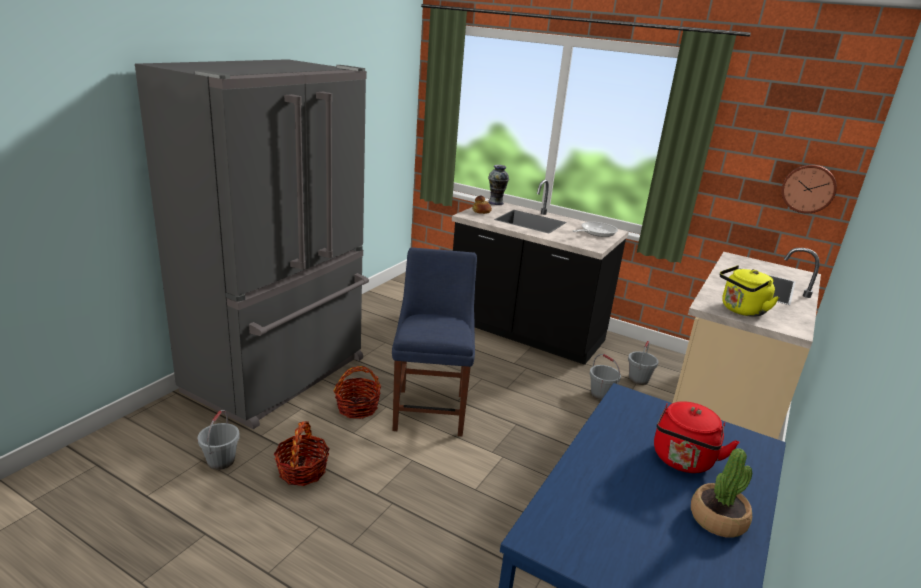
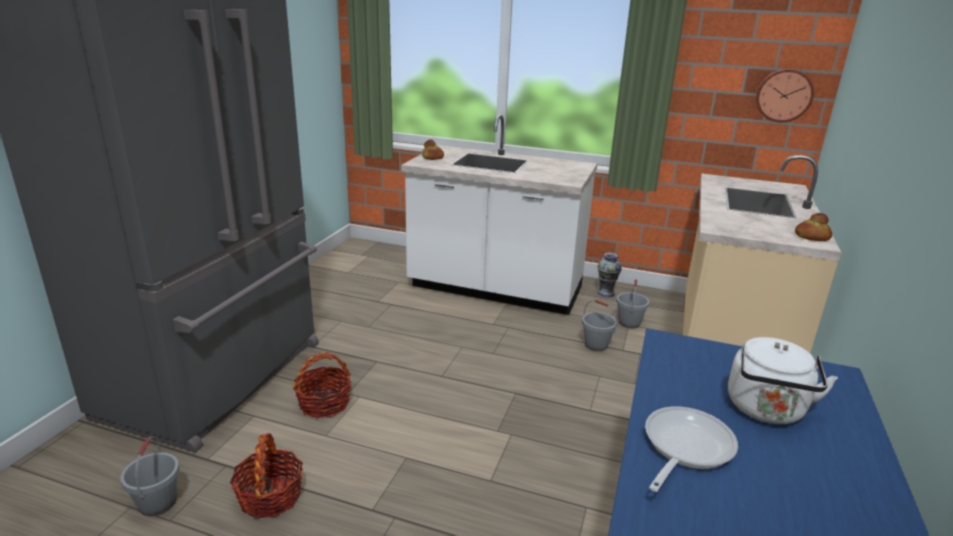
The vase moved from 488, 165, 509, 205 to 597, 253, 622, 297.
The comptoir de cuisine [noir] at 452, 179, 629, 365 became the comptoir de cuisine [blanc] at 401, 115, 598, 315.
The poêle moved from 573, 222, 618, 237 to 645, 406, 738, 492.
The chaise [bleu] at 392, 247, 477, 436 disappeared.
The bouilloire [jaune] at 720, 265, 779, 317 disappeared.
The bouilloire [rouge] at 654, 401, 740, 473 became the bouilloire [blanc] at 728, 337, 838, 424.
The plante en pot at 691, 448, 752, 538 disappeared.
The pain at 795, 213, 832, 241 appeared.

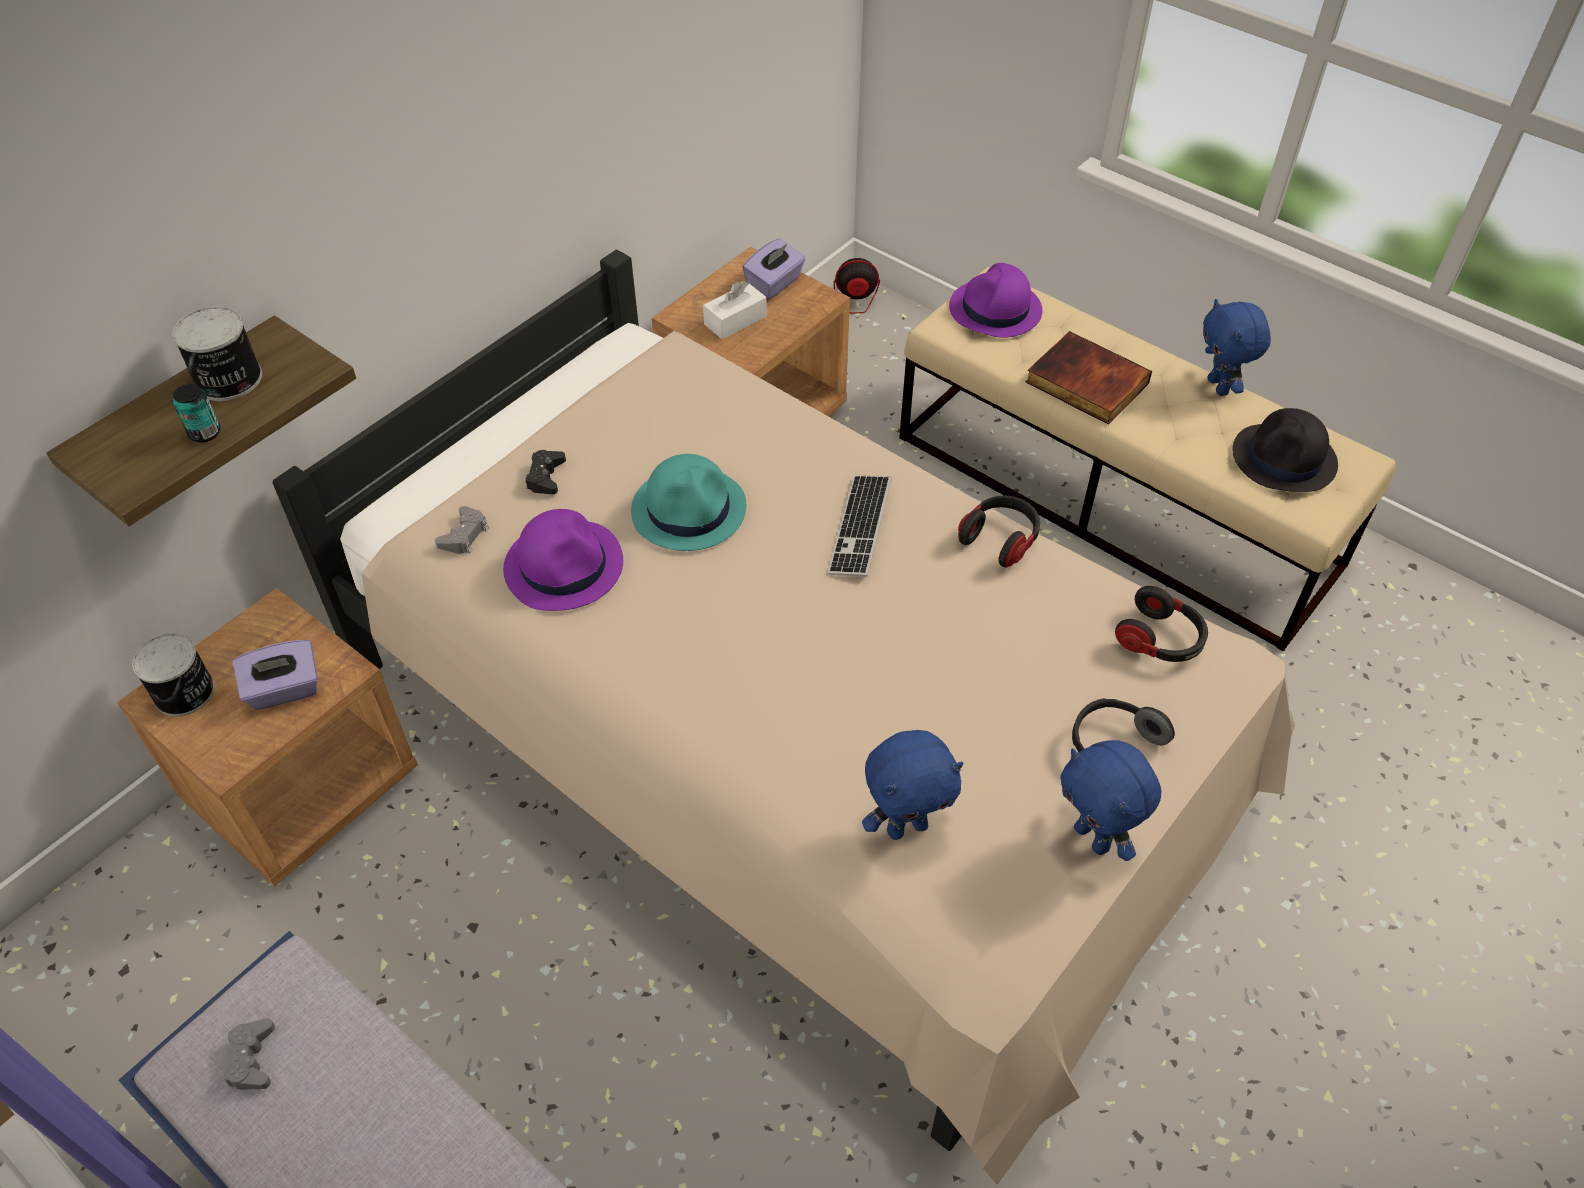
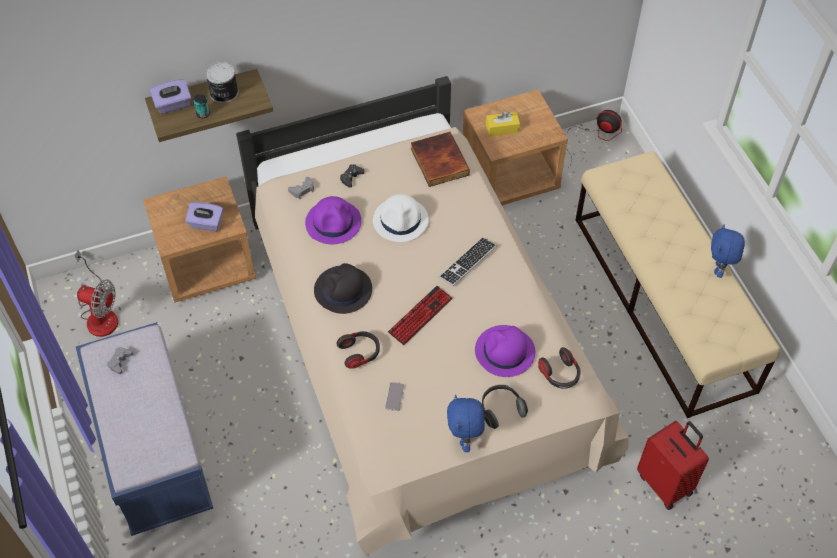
The boîte à mouchoirs [violet] moved from 742, 238, 806, 299 to 149, 79, 191, 114.
The chapeau [violet] moved from 949, 263, 1042, 338 to 475, 325, 535, 377.
The boîte à mouchoirs [blanc] at 703, 281, 767, 340 became the boîte à mouchoirs [jaune] at 486, 111, 520, 136.
The livre moved from 1026, 331, 1152, 425 to 411, 132, 470, 187.
The chapeau [noir] moved from 1232, 408, 1338, 492 to 314, 263, 372, 314.
The chapeau [turquoise] at 631, 454, 746, 551 became the chapeau [blanc] at 373, 194, 429, 242.
The casque audio moved from 958, 496, 1040, 568 to 336, 331, 380, 369.
The boîte métallique at 132, 633, 215, 717 disappeared.
The peluche [bleu] at 862, 730, 963, 840 was replaced by the téléphone at 385, 382, 405, 411.
The ventilateur at 75, 250, 118, 337 appeared.
The clavier at 388, 286, 453, 345 appeared.
The valise [rouge] at 637, 421, 709, 510 appeared.

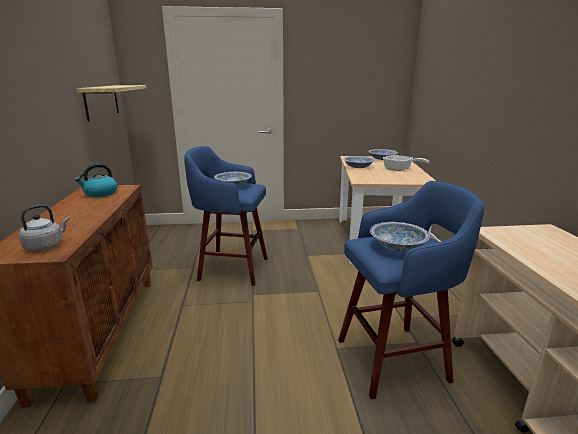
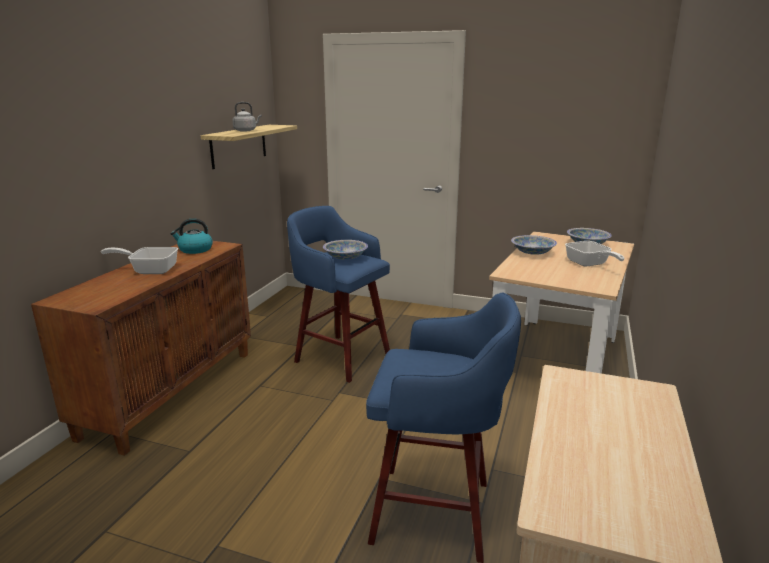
The bouilloire [gris] moved from 19, 204, 70, 251 to 232, 102, 262, 132.
The bol at 370, 222, 430, 251 disappeared.
The poêle at 101, 247, 178, 274 appeared.

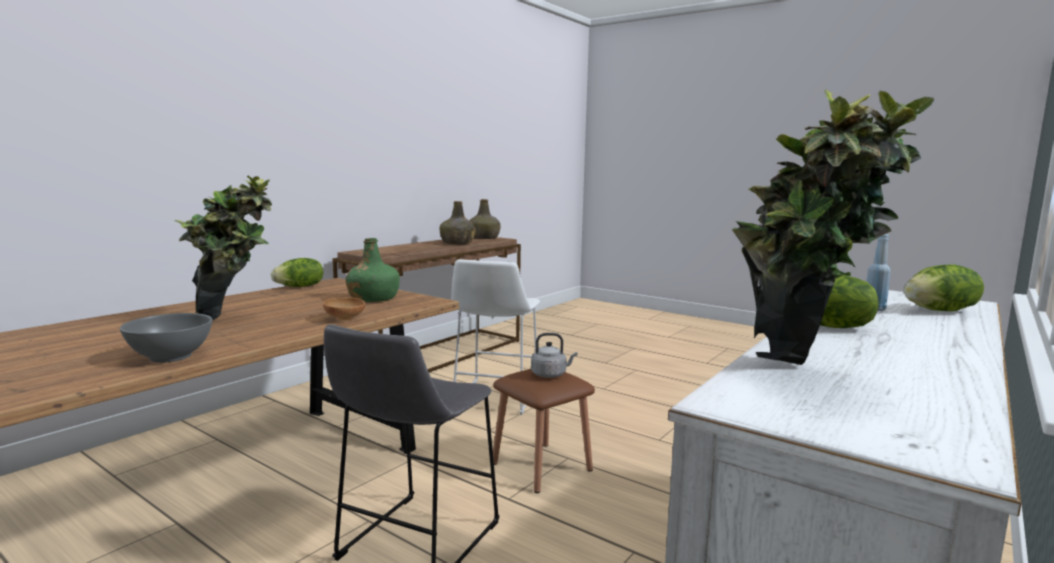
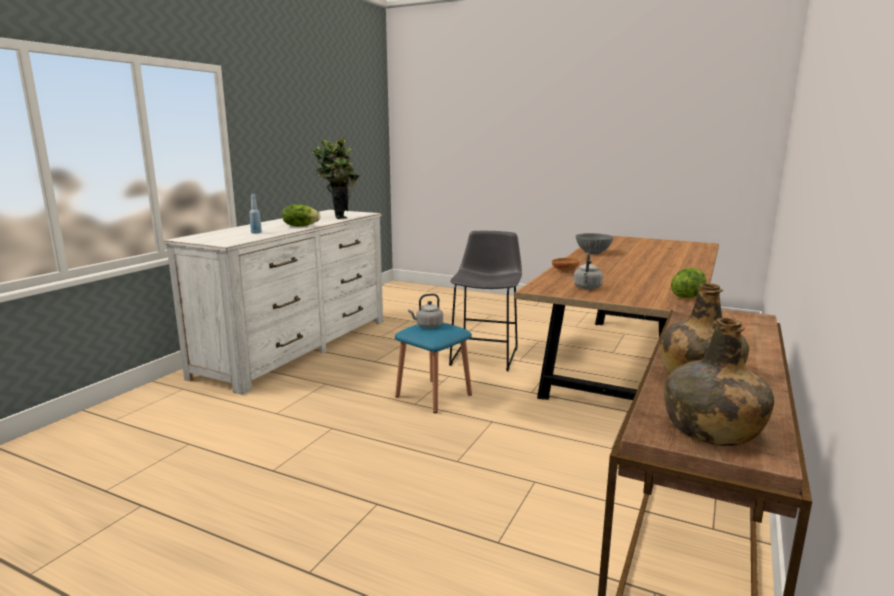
The plante en pot at 174, 176, 272, 320 disappeared.
The bouteille [vert] at 346, 238, 400, 302 was replaced by the bouilloire [gris] at 573, 252, 603, 289.
The tabouret [blanc] at 451, 259, 540, 415 disappeared.
The laitue at 904, 265, 984, 311 disappeared.
The tabouret [marron] at 493, 369, 595, 493 became the tabouret [bleu] at 395, 322, 472, 413.

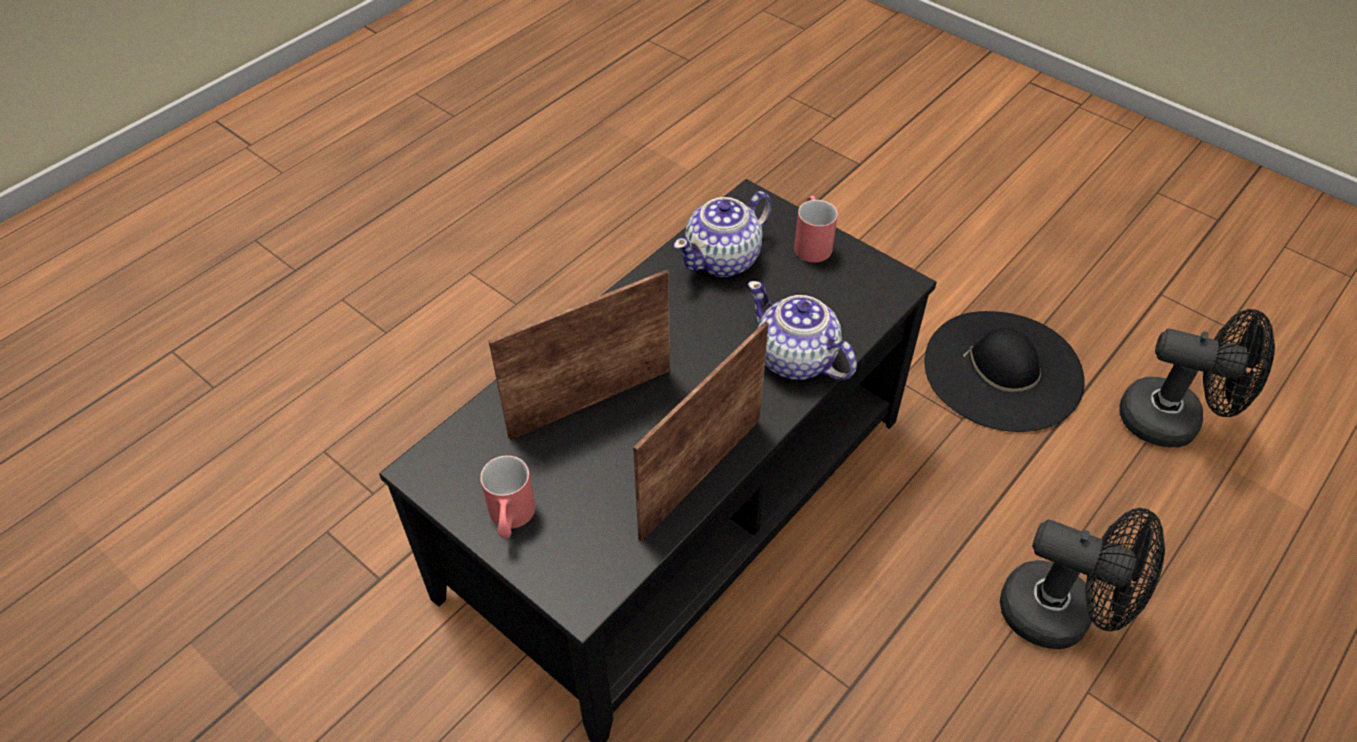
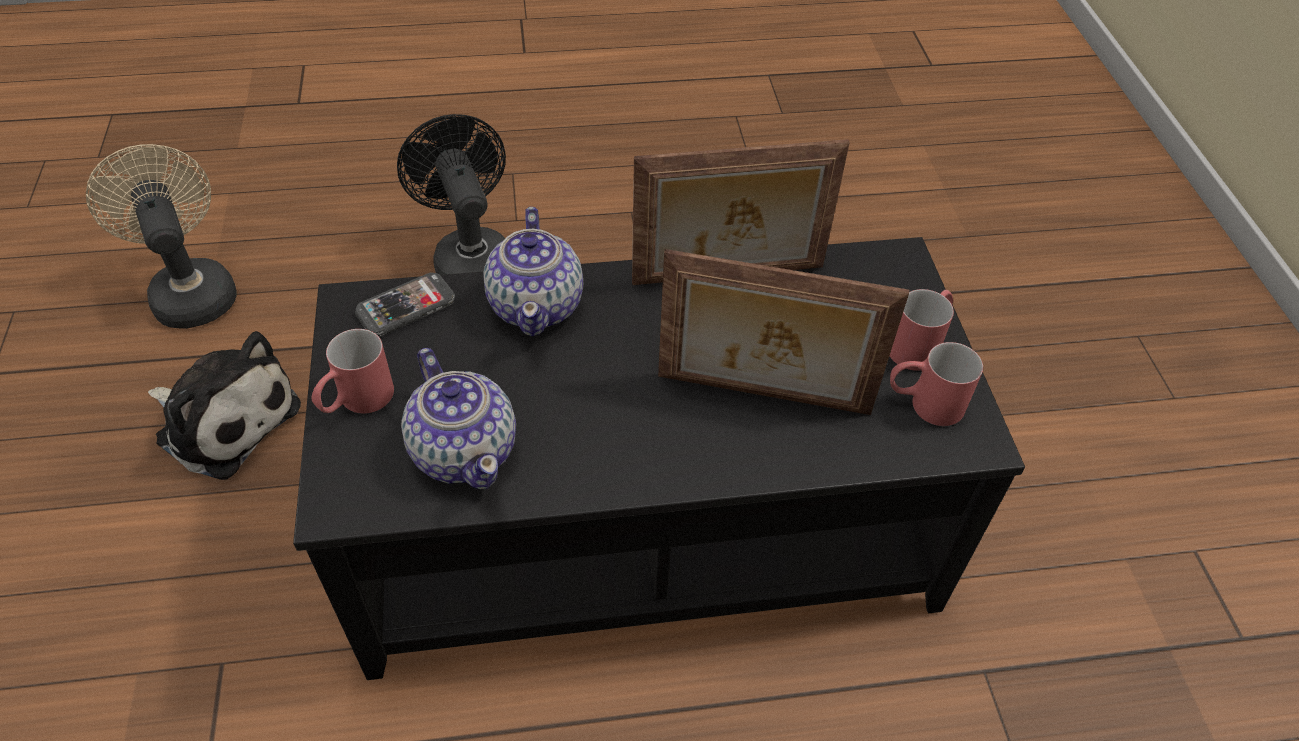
The théière at 674, 191, 772, 277 turned 60 degrees clockwise.
The ventilateur [noir] at 1119, 309, 1275, 447 became the ventilateur [beige] at 86, 144, 236, 329.
The chapeau [noir] at 924, 311, 1085, 432 was replaced by the peluche at 148, 331, 301, 480.
The téléphone at 355, 272, 455, 337 appeared.
The mug [rouge] at 890, 342, 983, 426 appeared.

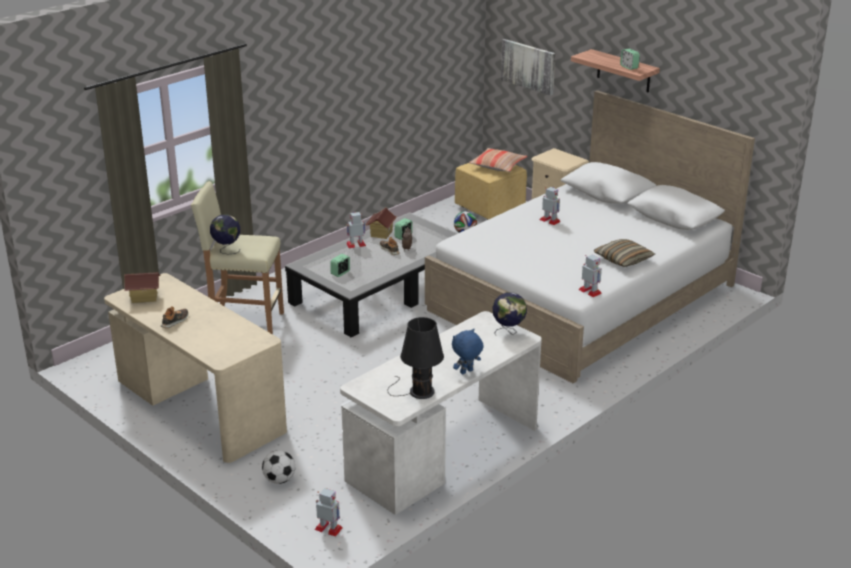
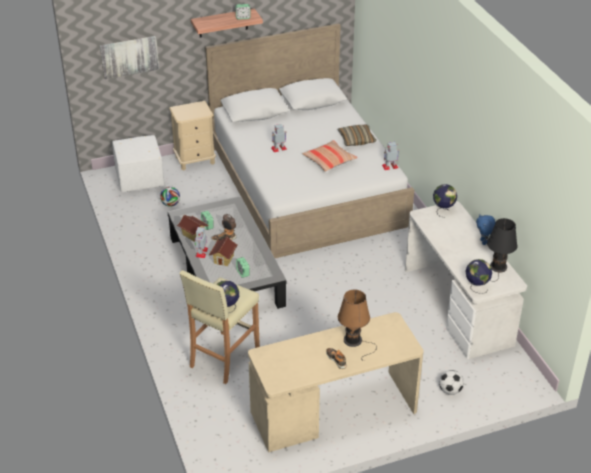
The coussin moved from 469, 148, 527, 172 to 302, 140, 357, 172.
The pouf [jaune] at 455, 163, 527, 220 became the pouf [blanc] at 112, 135, 165, 193.
The maison miniature moved from 124, 272, 160, 303 to 209, 237, 238, 266.
The robot jouet at 315, 488, 343, 536 disappeared.
The globe at 465, 259, 492, 294 appeared.
The lampe de table [marron] at 338, 290, 377, 361 appeared.

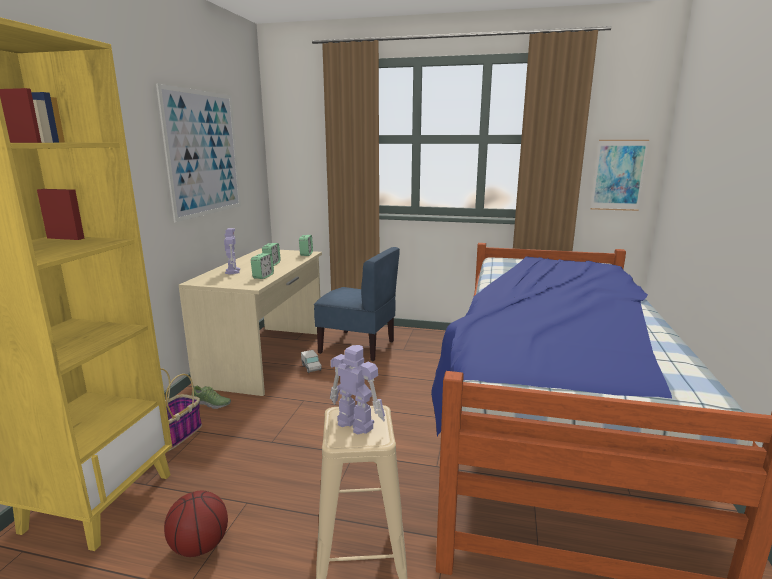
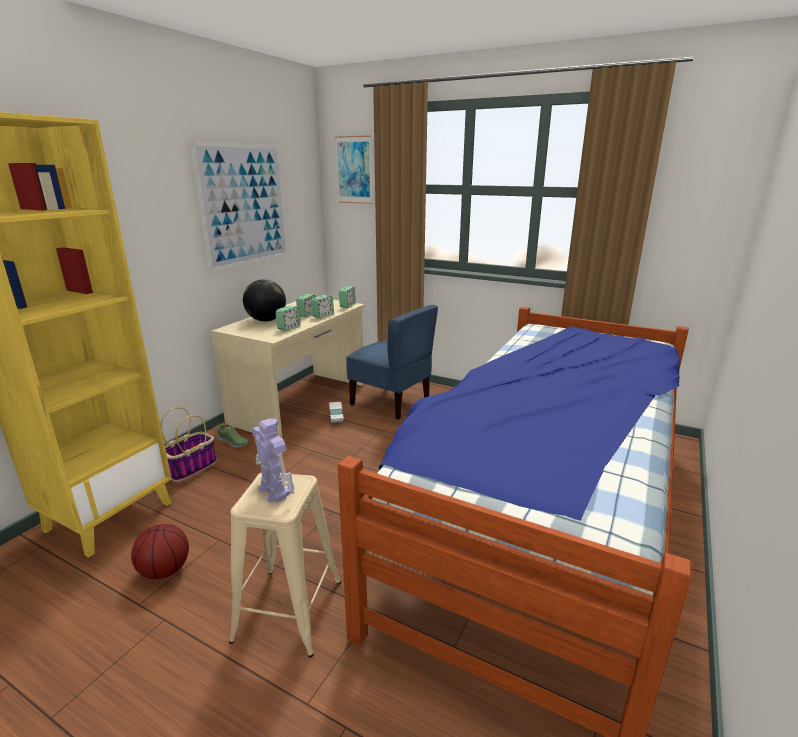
The tableau moved from 591, 140, 649, 211 to 335, 135, 372, 204.
The robot jouet at 224, 228, 240, 275 was replaced by the globe at 243, 279, 286, 321.
The réveil at 311, 295, 334, 318 appeared.

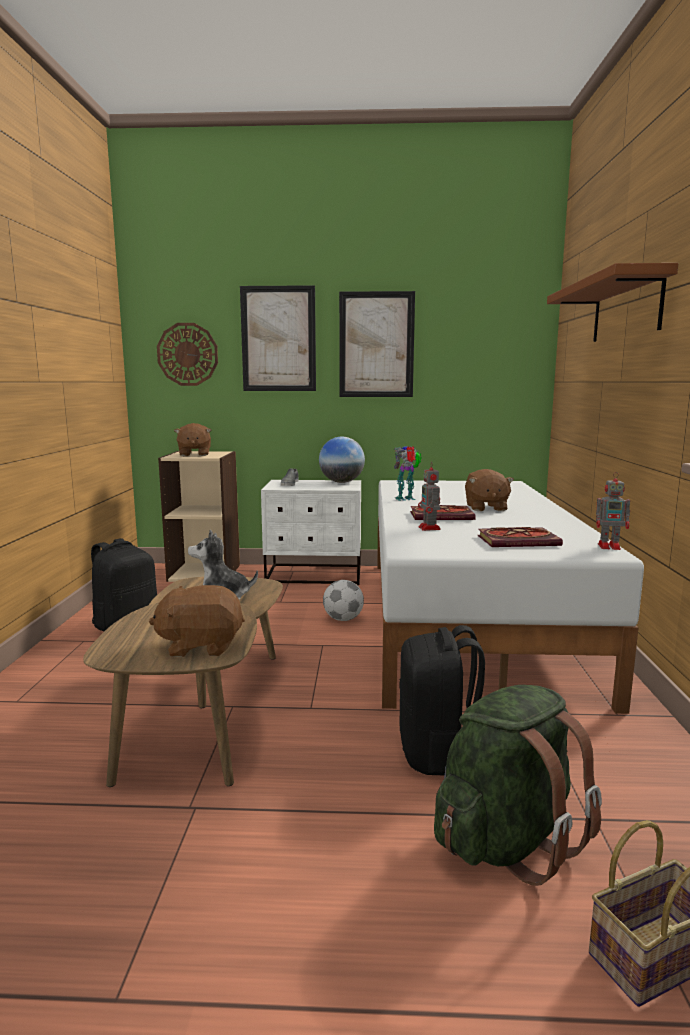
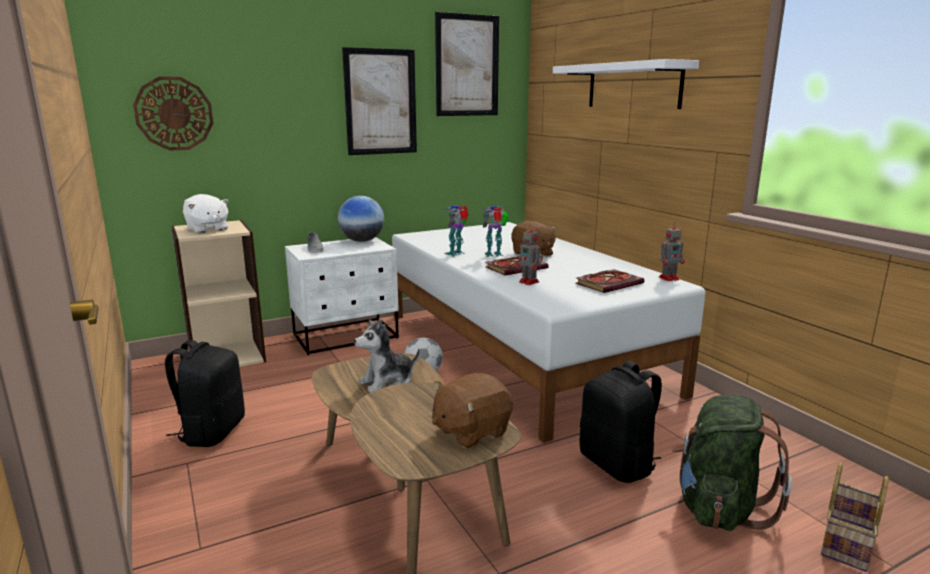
The étagère [marron] at 547, 263, 679, 342 became the étagère [blanc] at 553, 59, 699, 109.
The tableau moved from 240, 285, 316, 391 to 435, 12, 499, 116.
The peluche [marron] at 174, 423, 211, 456 became the peluche [blanc] at 183, 194, 229, 234.
The robot jouet at 483, 206, 509, 257 appeared.

